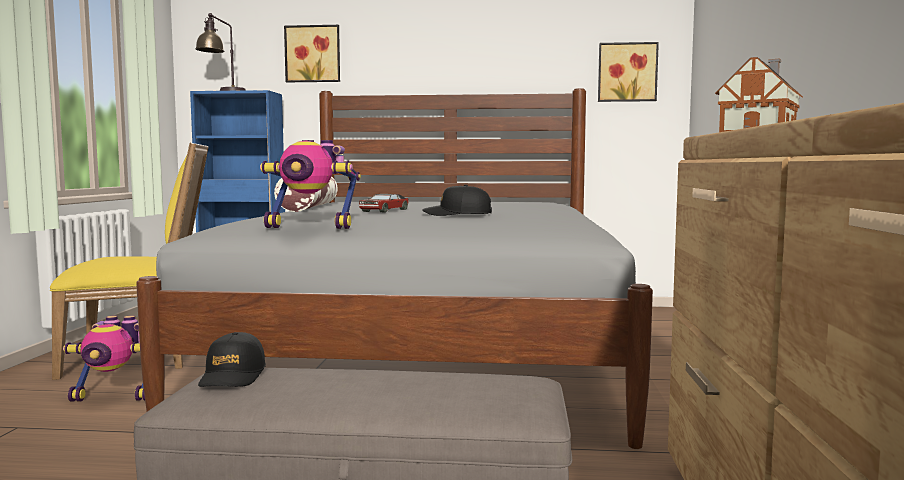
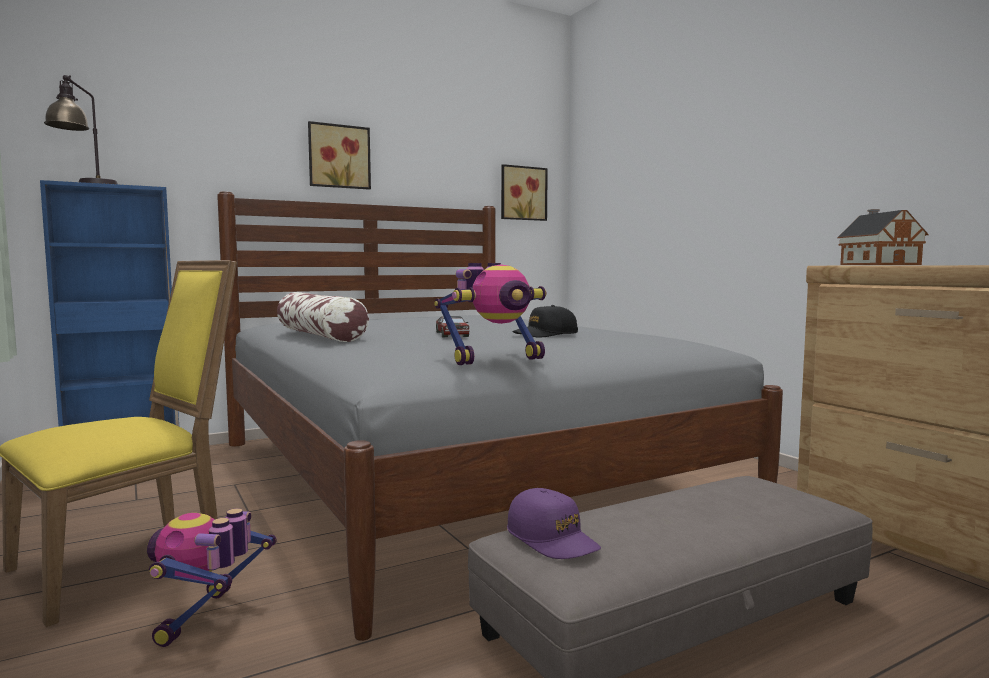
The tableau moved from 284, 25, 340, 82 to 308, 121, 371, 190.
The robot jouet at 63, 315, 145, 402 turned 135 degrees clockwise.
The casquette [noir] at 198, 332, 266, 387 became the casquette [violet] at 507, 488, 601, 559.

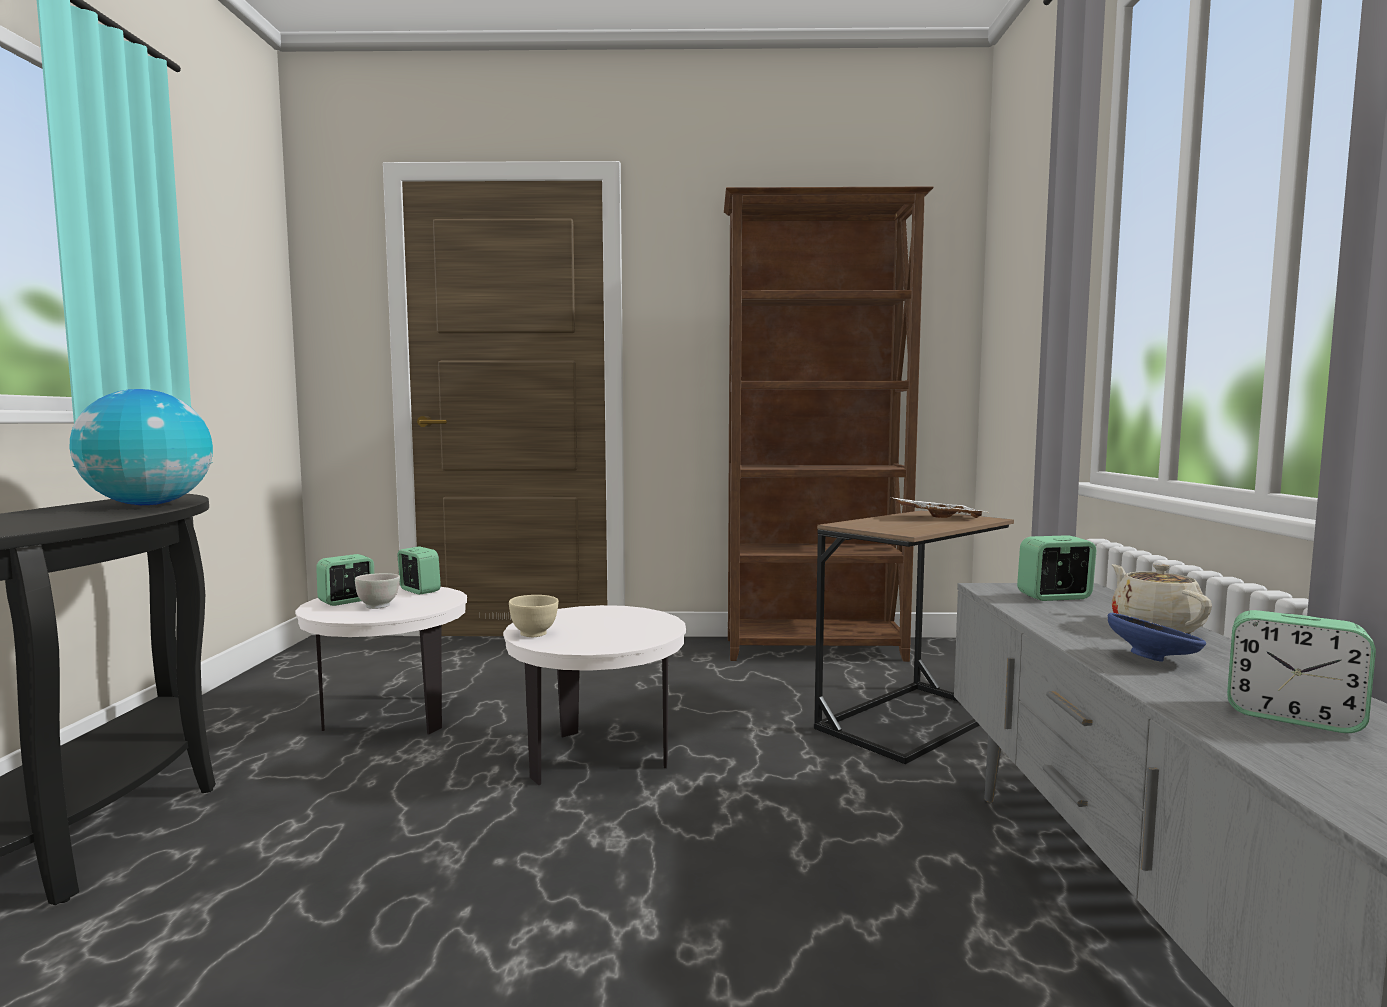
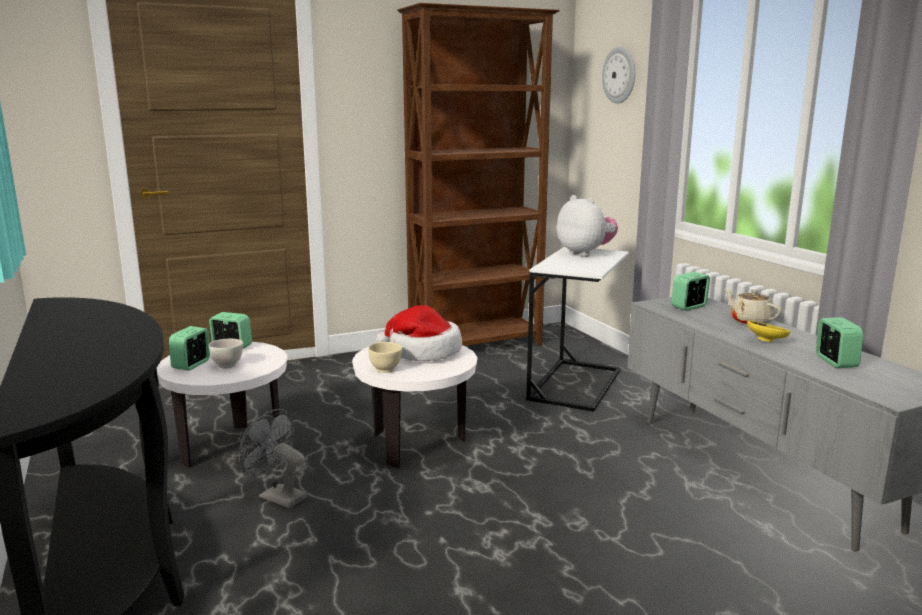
The globe at 70, 389, 213, 505 disappeared.
The plateau [blanc] at 891, 497, 990, 518 was replaced by the peluche at 557, 195, 618, 257.
The table d'appoint [marron] at 814, 510, 1014, 764 became the table d'appoint [blanc] at 526, 246, 629, 412.
The réveil at 1227, 610, 1376, 733 turned 105 degrees counterclockwise.
The bol [bleu] at 1108, 613, 1206, 662 became the bol [jaune] at 747, 320, 791, 342.
The horloge murale at 602, 47, 635, 104 appeared.
The chapeau at 376, 305, 462, 361 appeared.
The ventilateur [gris] at 239, 409, 307, 508 appeared.

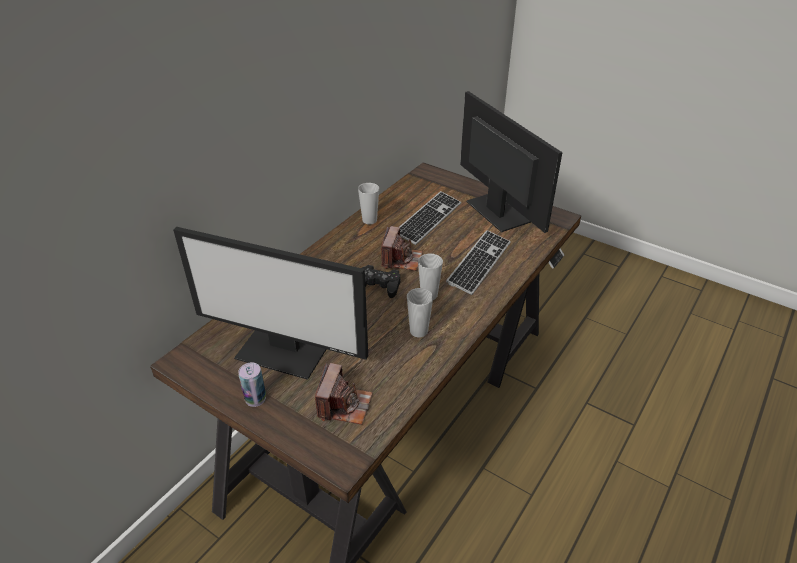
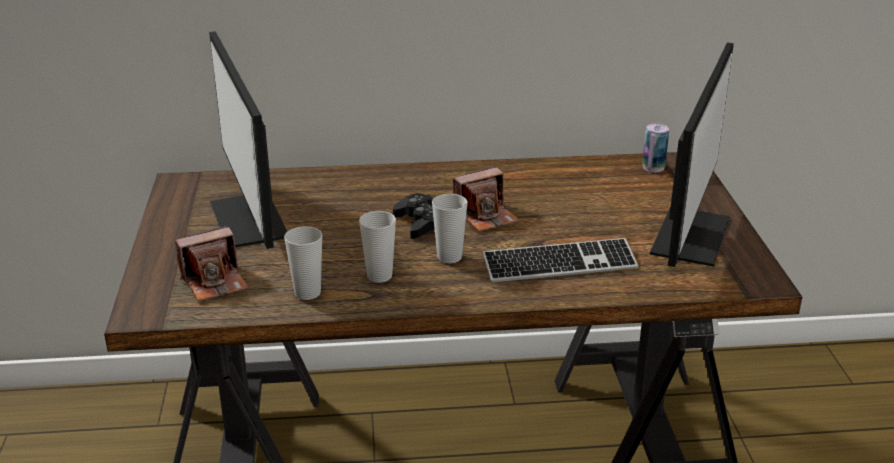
The tasse moved from 358, 183, 379, 224 to 284, 226, 322, 300.
The clavier at 399, 191, 461, 245 disappeared.
The boîte métallique moved from 238, 362, 266, 407 to 643, 123, 669, 172.

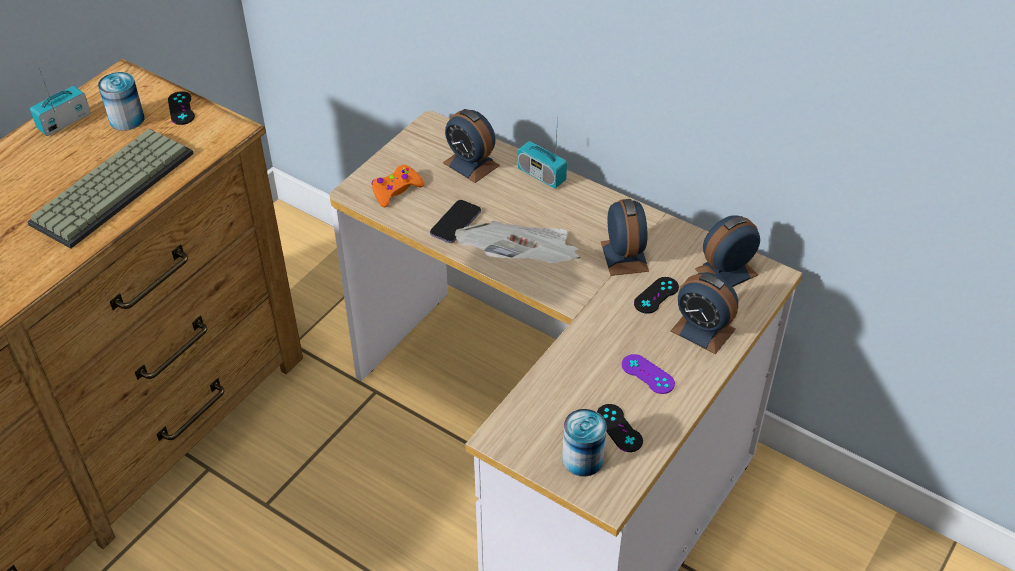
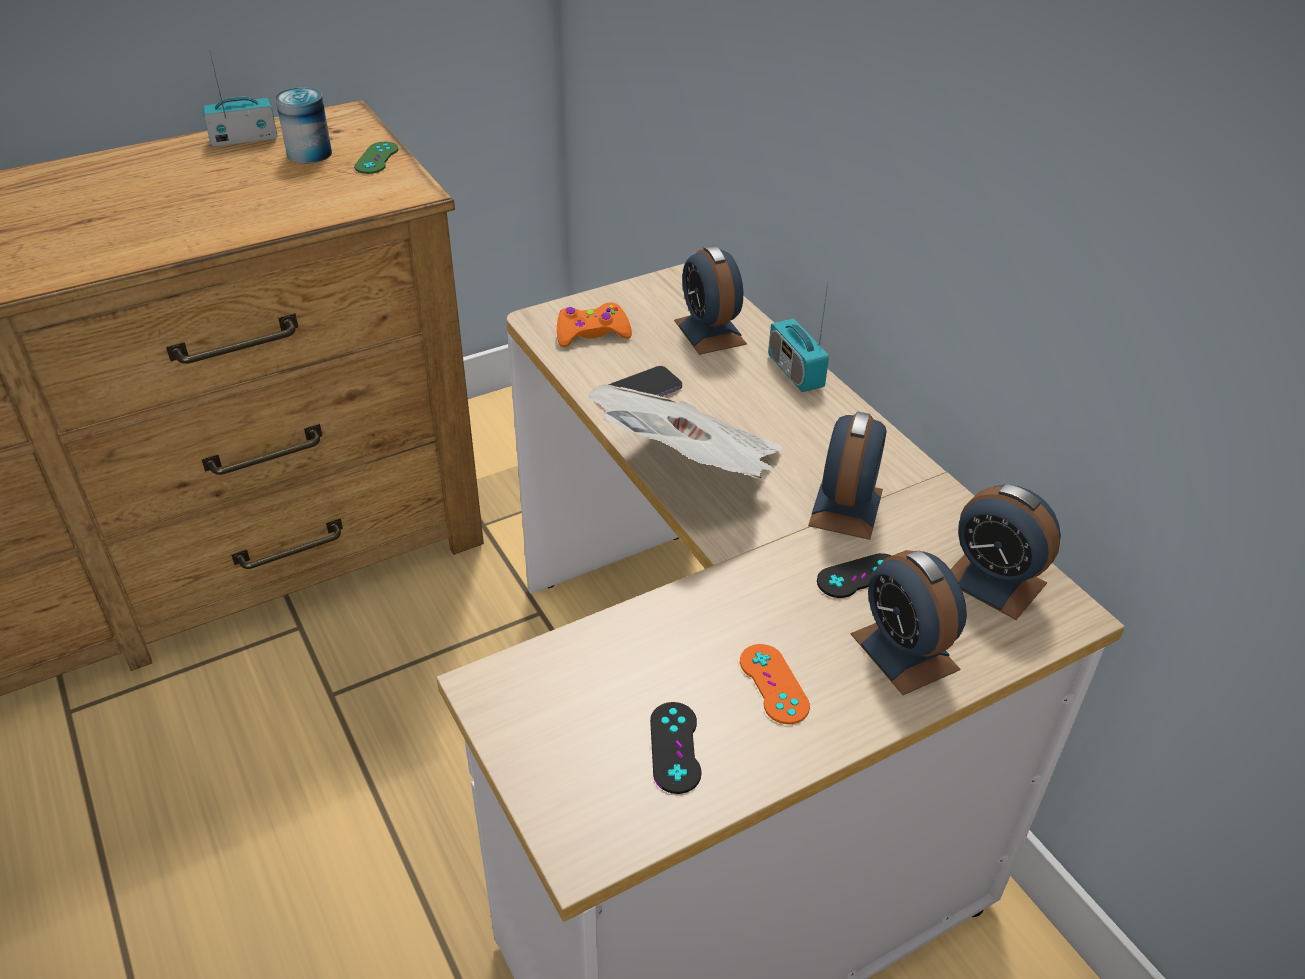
The manette [noir] at 168, 91, 195, 125 became the manette [vert] at 354, 142, 398, 174.
The clavier at 27, 129, 194, 249 disappeared.
The réveil at 695, 215, 760, 287 turned 135 degrees counterclockwise.
The manette [violet] at 622, 354, 675, 394 became the manette [orange] at 740, 644, 810, 724.
The boîte métallique at 562, 409, 607, 477 disappeared.

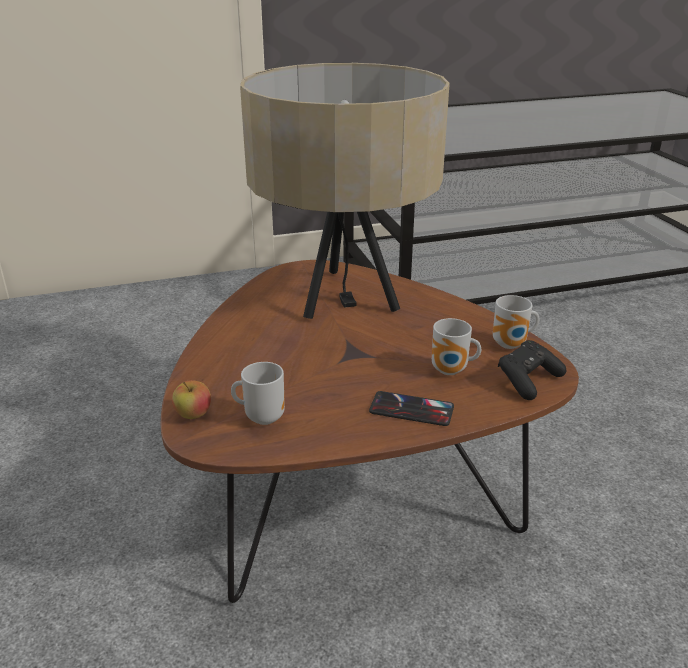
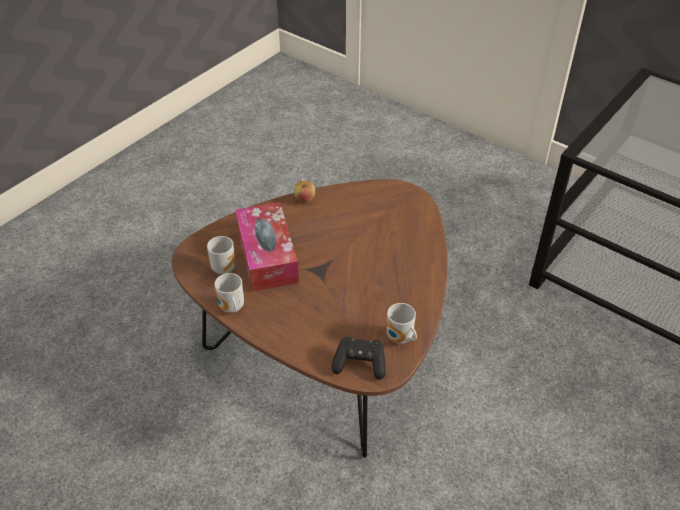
The lampe de table [beige] at 240, 63, 450, 319 disappeared.
The mug moved from 432, 318, 481, 375 to 214, 273, 244, 313.
The pomme moved from 172, 380, 211, 419 to 294, 180, 315, 203.
The téléphone at 369, 391, 454, 426 disappeared.
The boîte à mouchoirs at 235, 202, 299, 292 appeared.

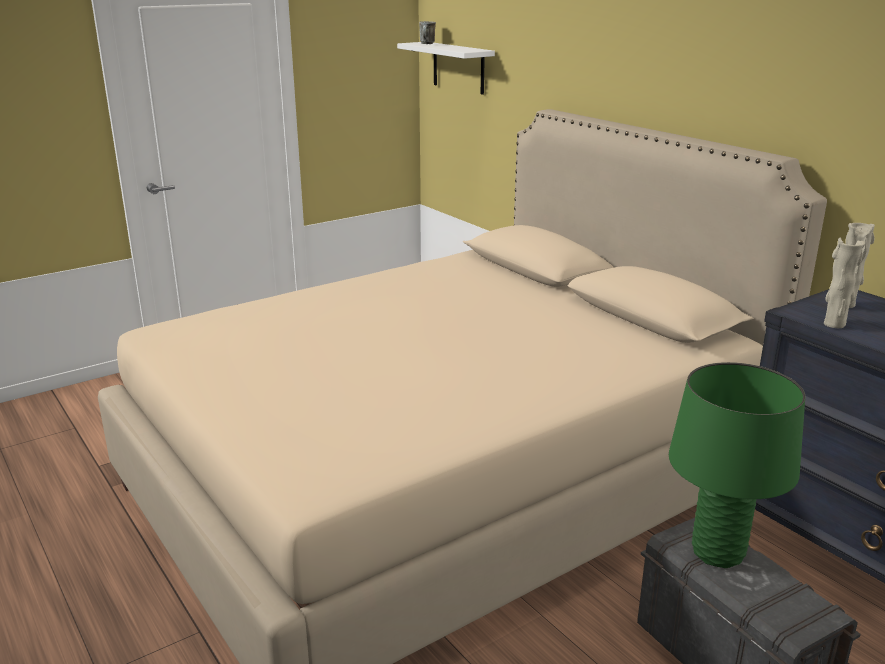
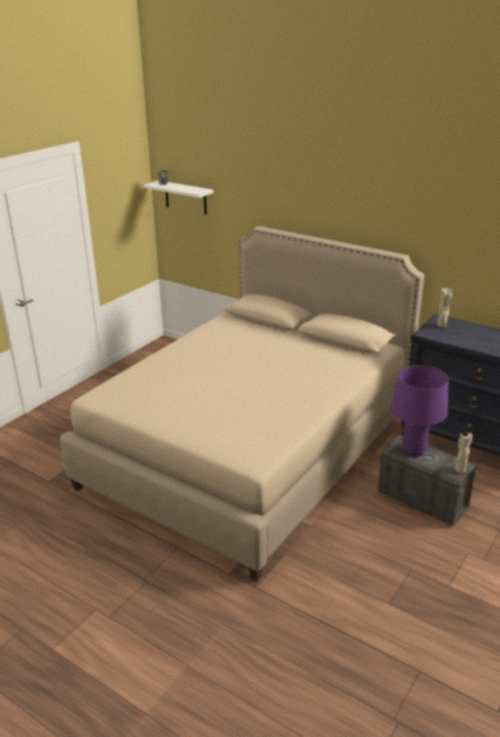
The vase [beige] moved from 824, 238, 865, 328 to 455, 433, 473, 474.
The lampe de table [vert] at 669, 362, 805, 568 became the lampe de table [violet] at 391, 365, 449, 457.

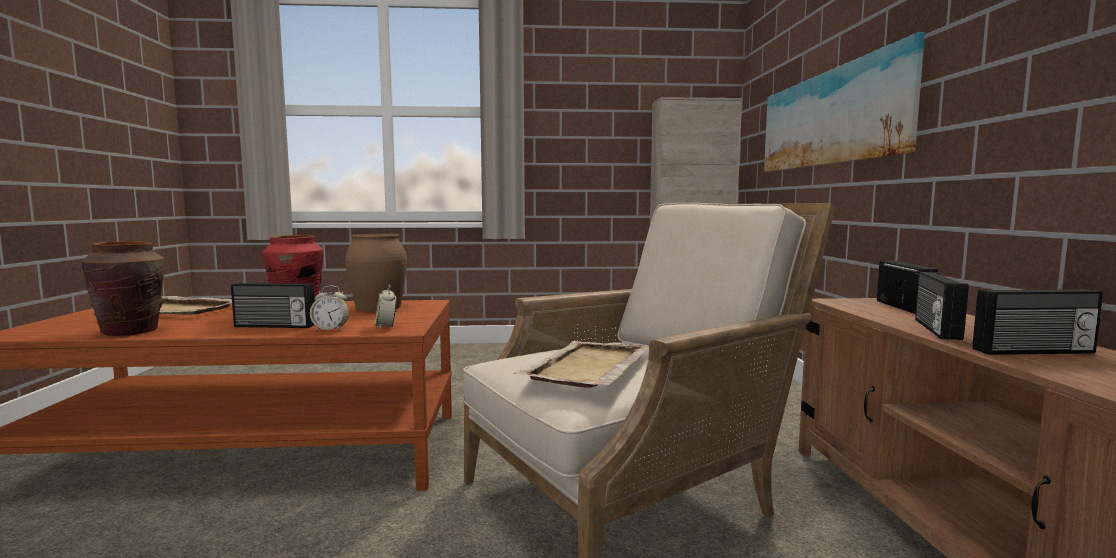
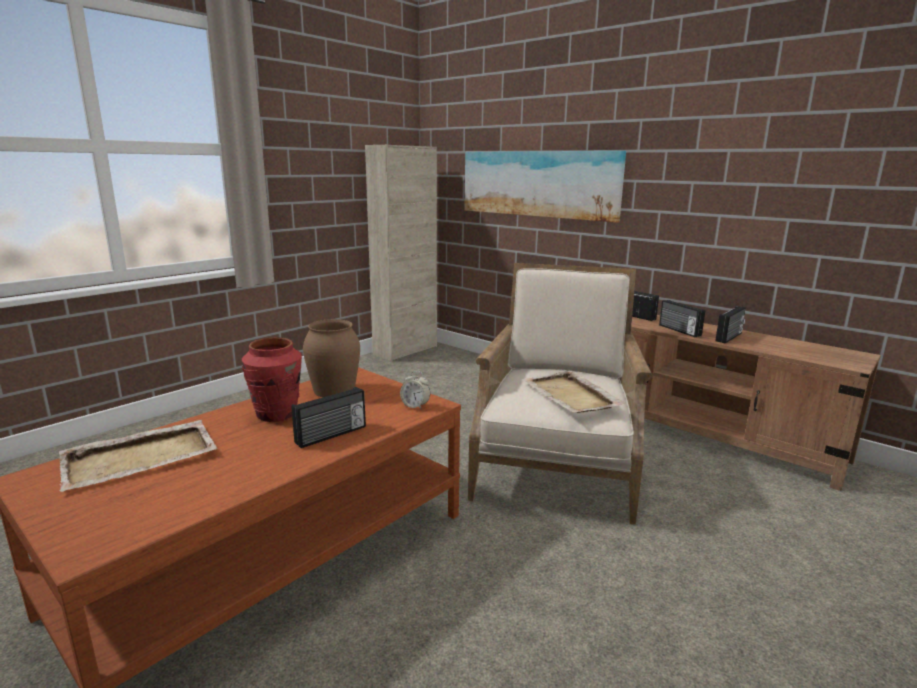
The vase [marron] at 81, 241, 165, 336 disappeared.
The réveil at 310, 286, 349, 331 disappeared.

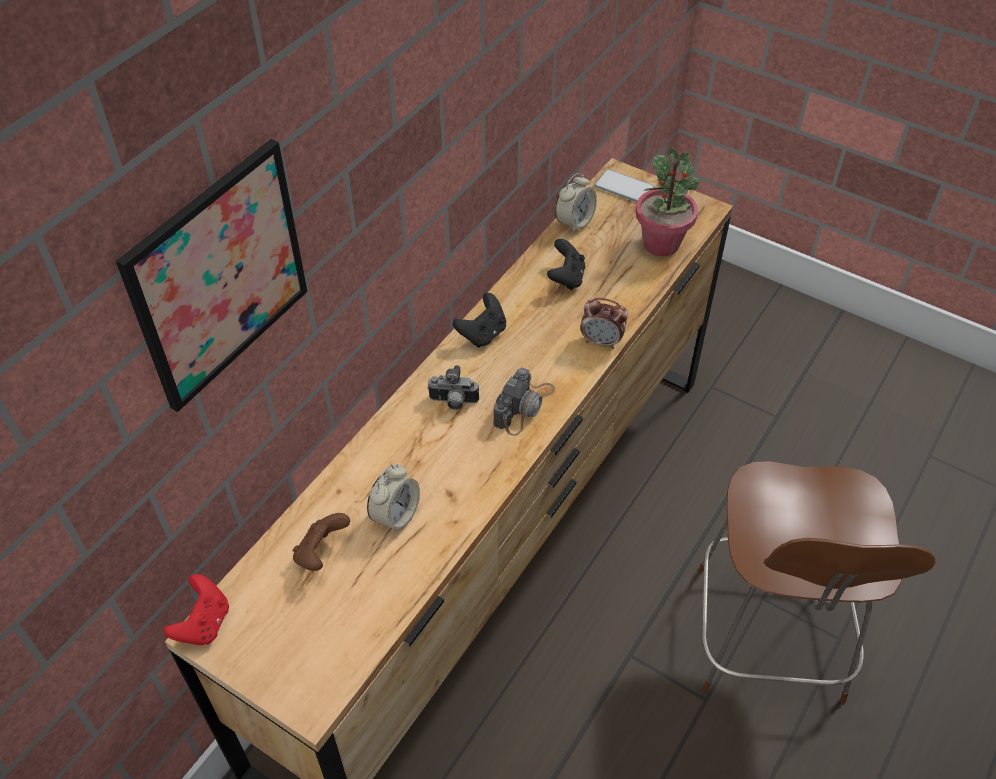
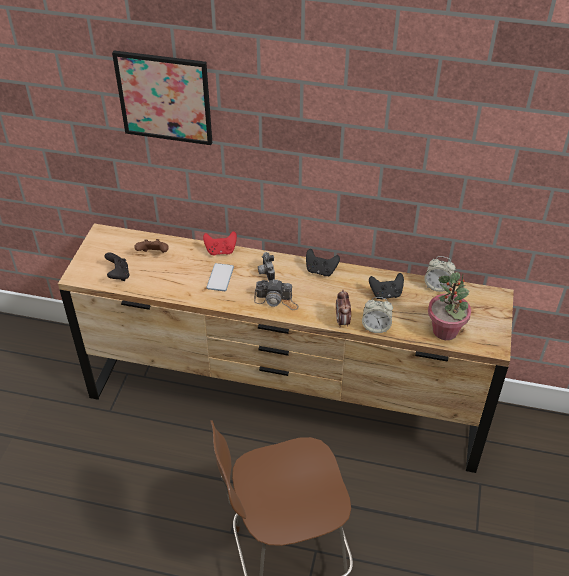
The téléphone moved from 595, 169, 654, 202 to 206, 263, 234, 291.
The réveil moved from 367, 464, 420, 534 to 362, 297, 393, 333.
The manette [rouge] moved from 164, 574, 229, 645 to 203, 231, 237, 256.
The manette [noir] at 104, 252, 130, 281 appeared.

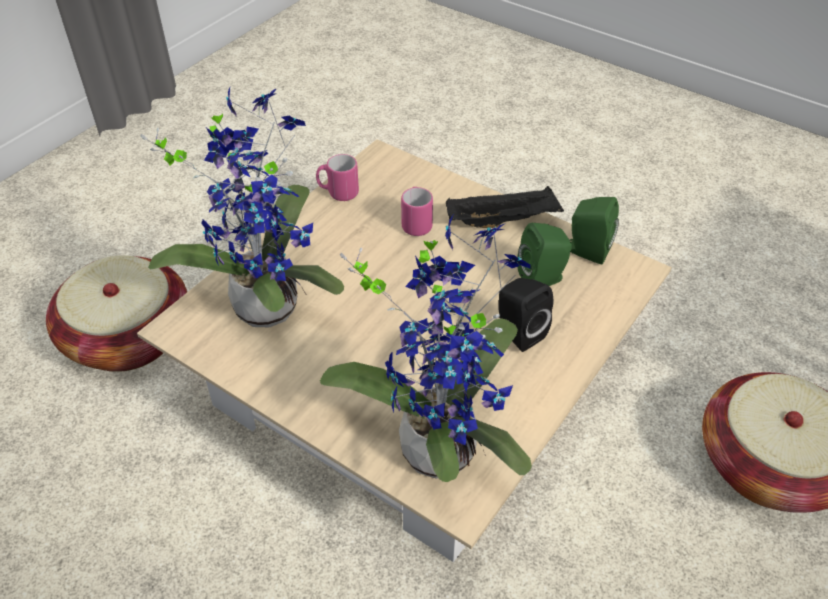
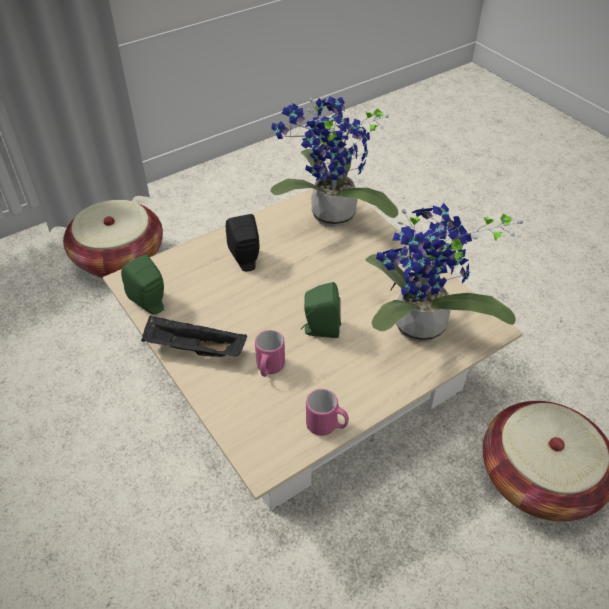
The enceinte [vert] moved from 517, 223, 572, 286 to 301, 282, 341, 338.

